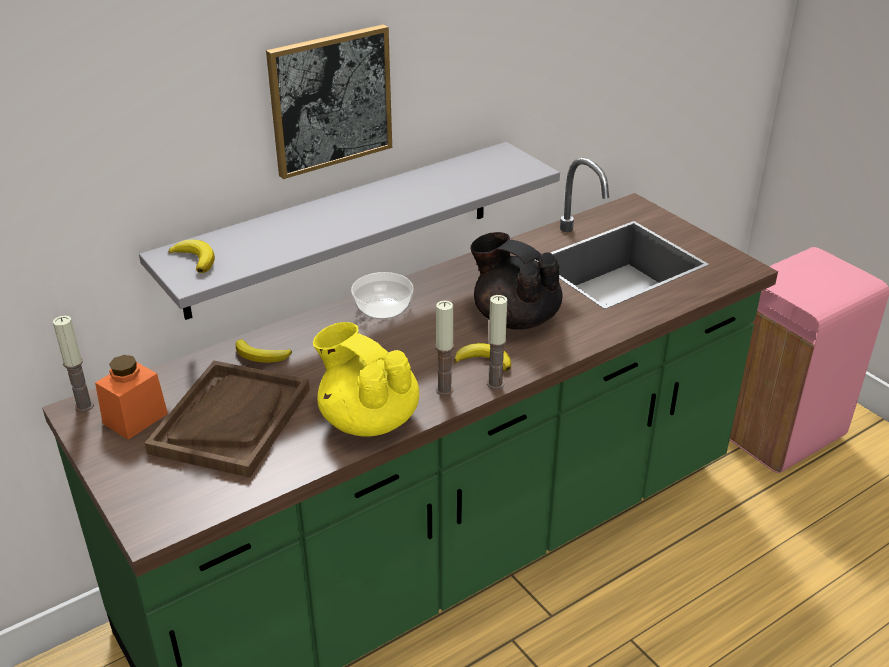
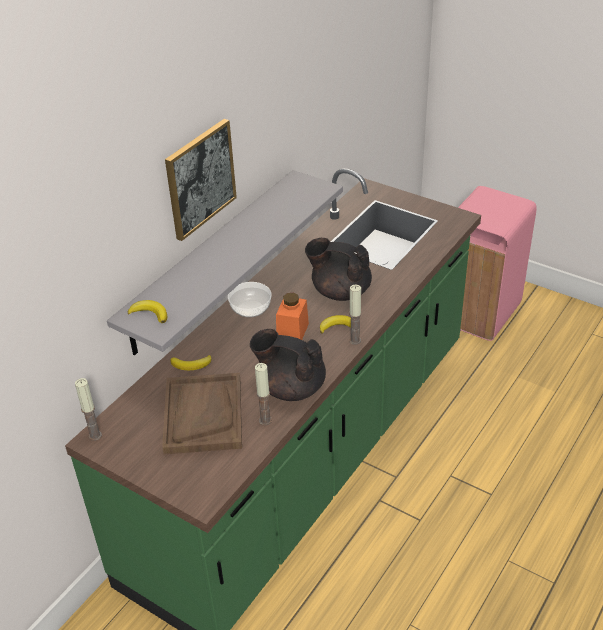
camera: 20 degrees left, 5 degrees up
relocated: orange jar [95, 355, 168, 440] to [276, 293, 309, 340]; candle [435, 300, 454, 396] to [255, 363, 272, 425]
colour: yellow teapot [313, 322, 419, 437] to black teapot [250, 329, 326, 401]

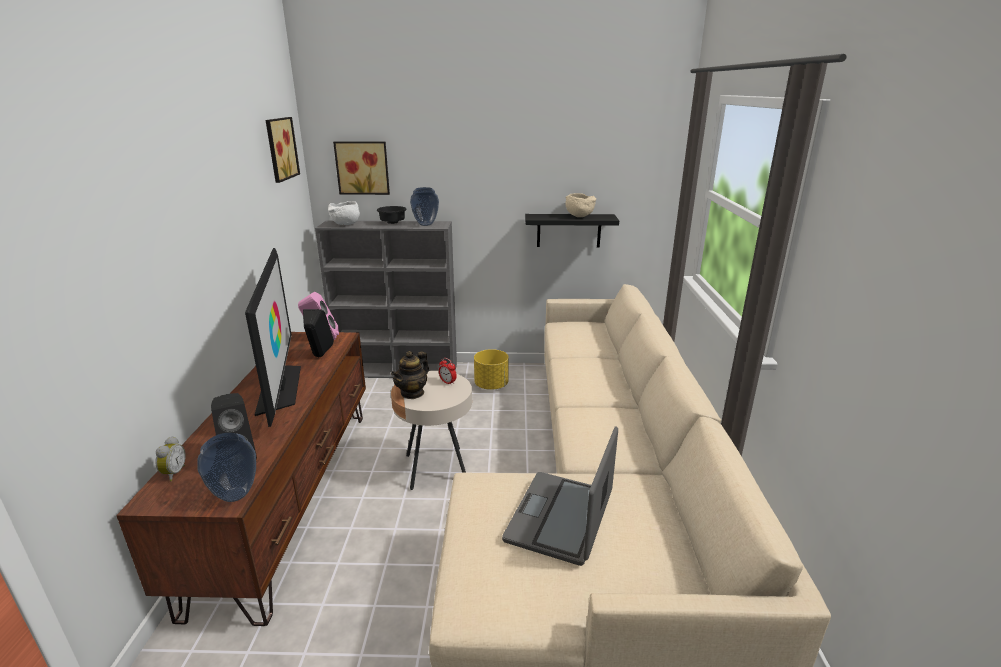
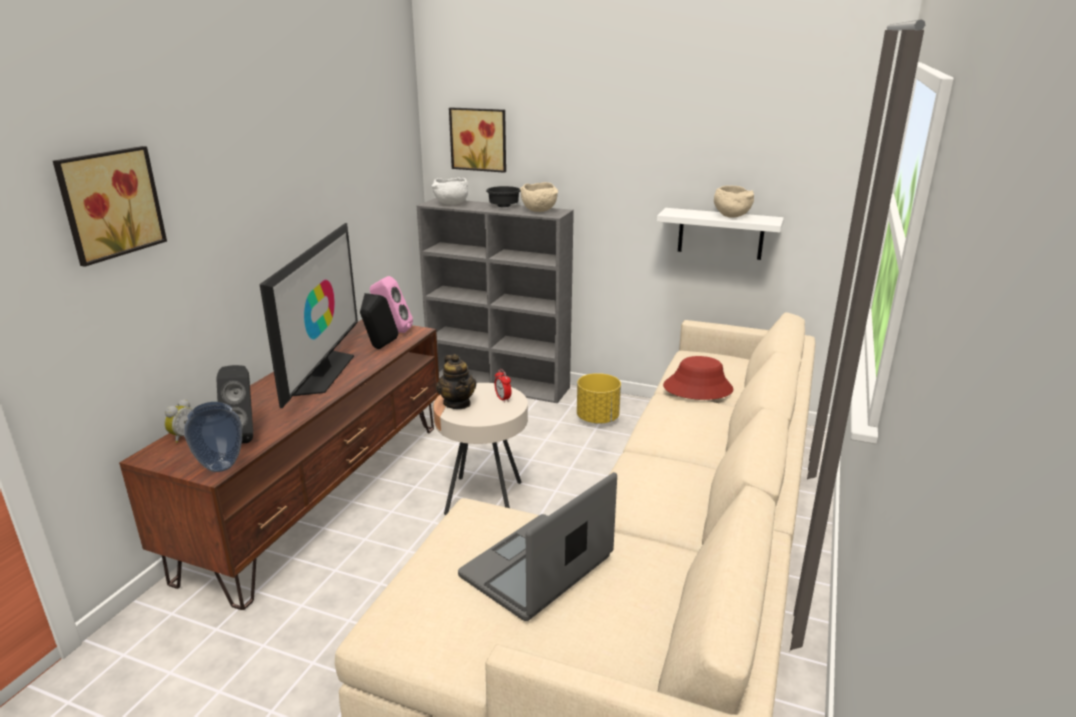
camera: 20 degrees right, 0 degrees up
appeared: red hat [663, 356, 733, 400]
relocated: picture [266, 117, 300, 183] to [53, 146, 167, 267]
exchanged: vase [410, 187, 439, 226] to beige bowl [520, 182, 558, 212]
colour: black shelf [525, 214, 619, 247] to white shelf [657, 208, 784, 260]
spun: teapot [391, 351, 429, 399] = [436, 354, 476, 409] 75 degrees counterclockwise

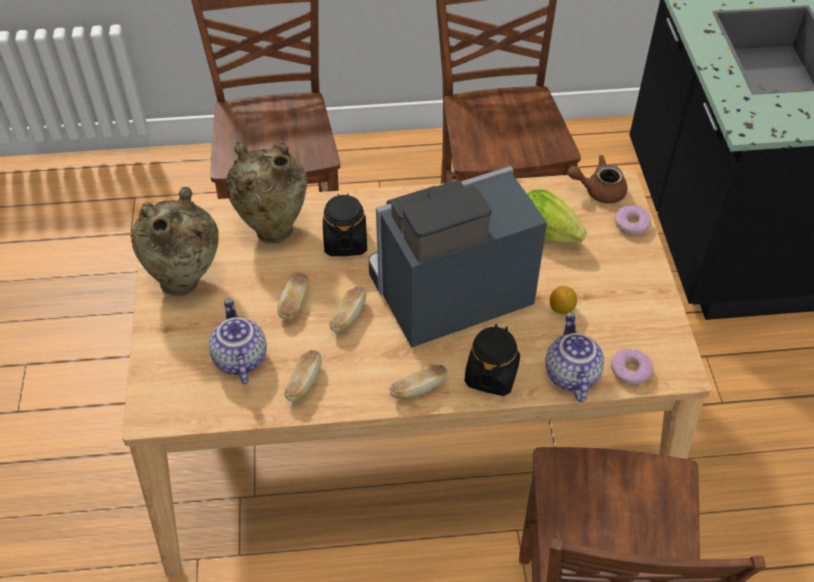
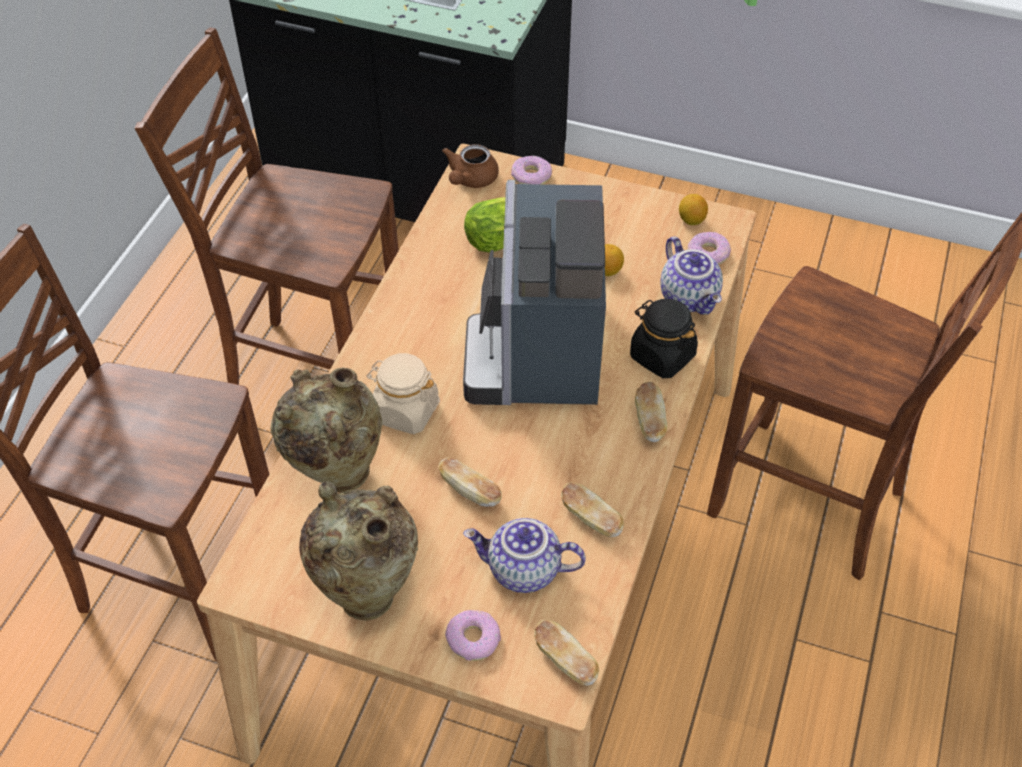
camera: 65 degrees left, 0 degrees up
appeared: donut [445, 610, 501, 661]; lemon [679, 194, 708, 225]
relocated: bread [329, 287, 366, 332] to [534, 619, 599, 686]
colour: black jar [323, 193, 367, 256] to beige jar [367, 353, 440, 434]
spun: teapot [545, 312, 604, 402] = [660, 236, 723, 315] 135 degrees counterclockwise

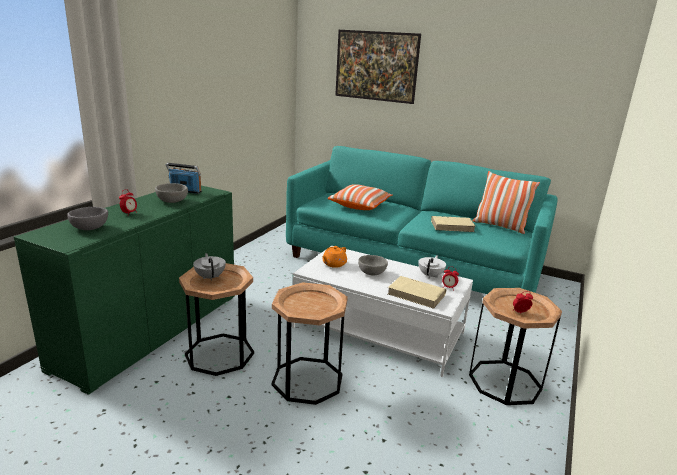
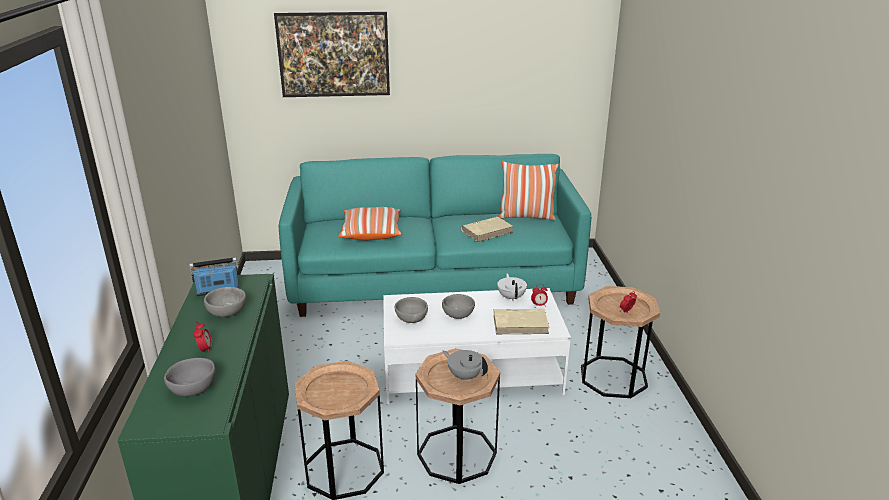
camera: 30 degrees left, 5 degrees up
relocated: grey teapot [193, 253, 226, 281] to [443, 350, 488, 381]
exchanged: orange teapot [322, 246, 347, 268] to grey bowl [395, 297, 428, 323]

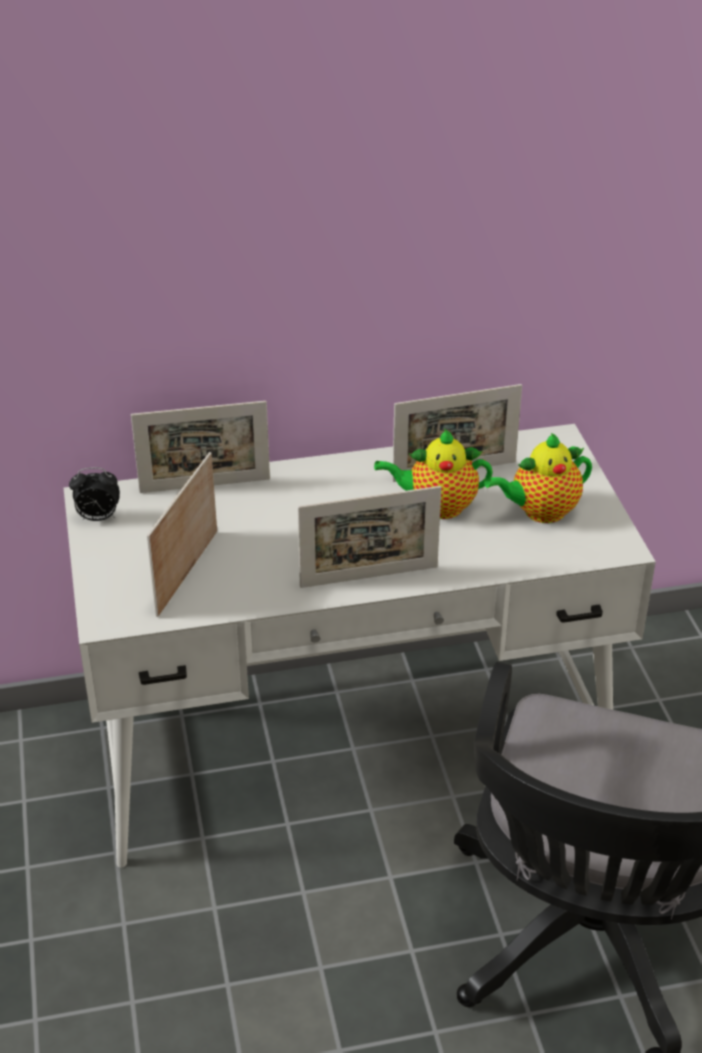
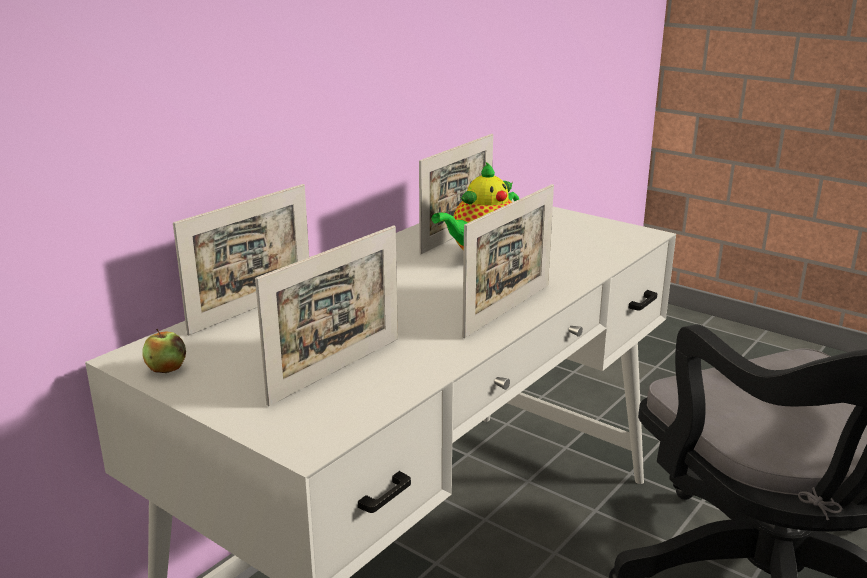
camera: 40 degrees left, 15 degrees down
missing: teapot [484, 433, 592, 523]
exchanged: alarm clock [69, 468, 120, 521] to apple [142, 329, 186, 373]
spun: picture frame [147, 452, 217, 617] = [255, 225, 398, 406] 120 degrees counterclockwise

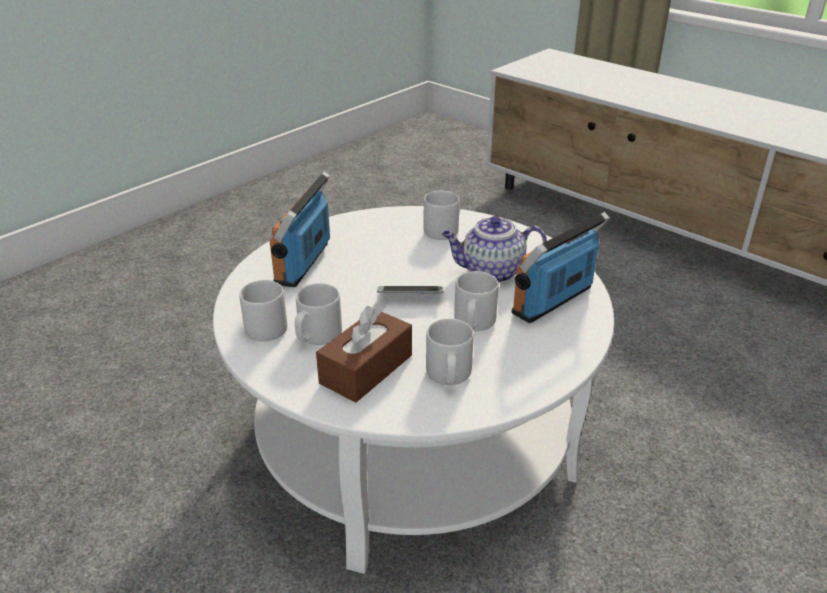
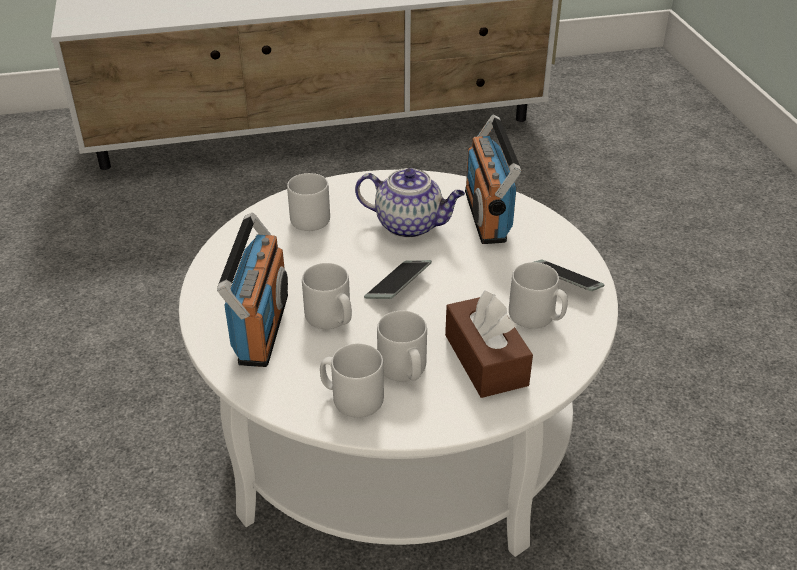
camera: 55 degrees left, 5 degrees up
appeared: phone [534, 259, 605, 291]
relocated: grey mug [454, 271, 499, 331] to [302, 263, 352, 329]
spun: radio [270, 172, 330, 287] = [217, 212, 288, 367] 135 degrees counterclockwise; teapot [442, 216, 547, 283] = [355, 168, 465, 238] 105 degrees counterclockwise

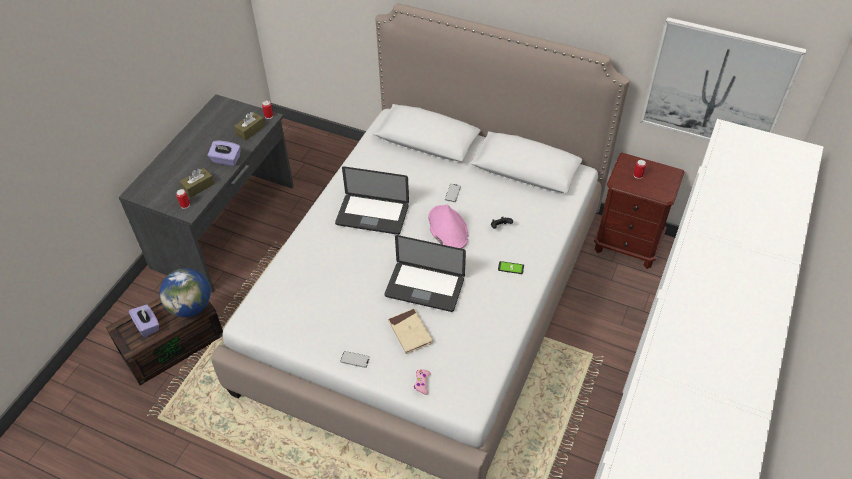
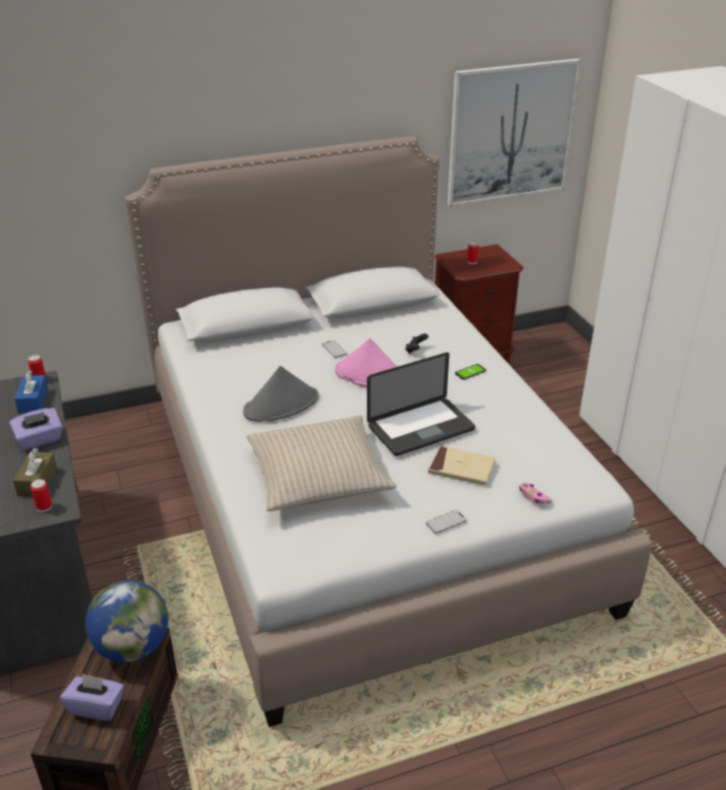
camera: 45 degrees left, 15 degrees down
appeared: beige pillow [246, 416, 396, 511]
exchanged: laptop [335, 166, 409, 235] to grey hat [243, 366, 319, 422]
colour: brown tissue box [234, 112, 265, 141] to blue tissue box [15, 370, 48, 413]

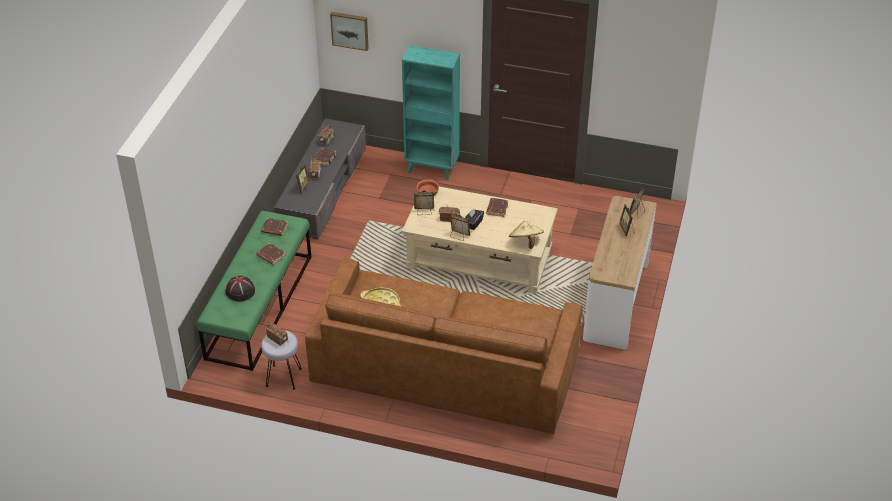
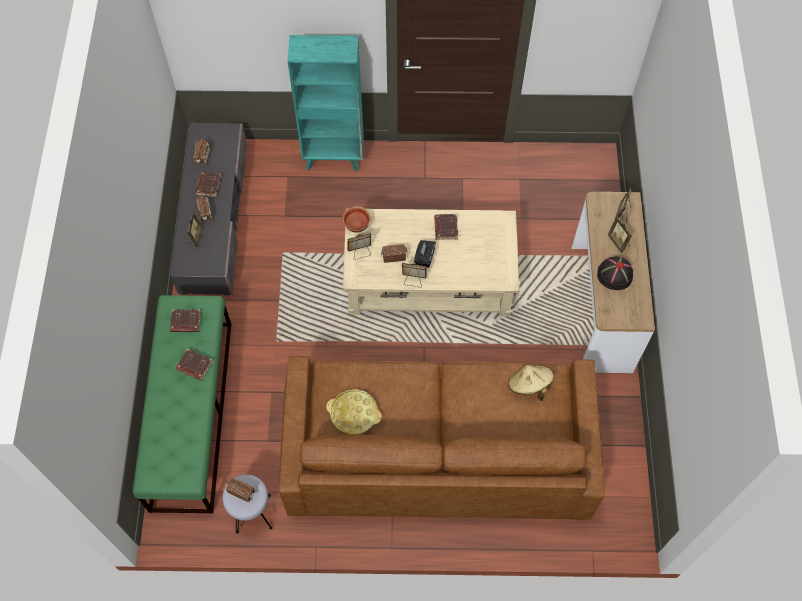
camera: 15 degrees left, 20 degrees up
missing: picture [330, 12, 369, 51]
relocated: black hat [225, 275, 255, 301] to [597, 256, 633, 290]; beige hat [509, 220, 544, 249] to [508, 365, 554, 401]

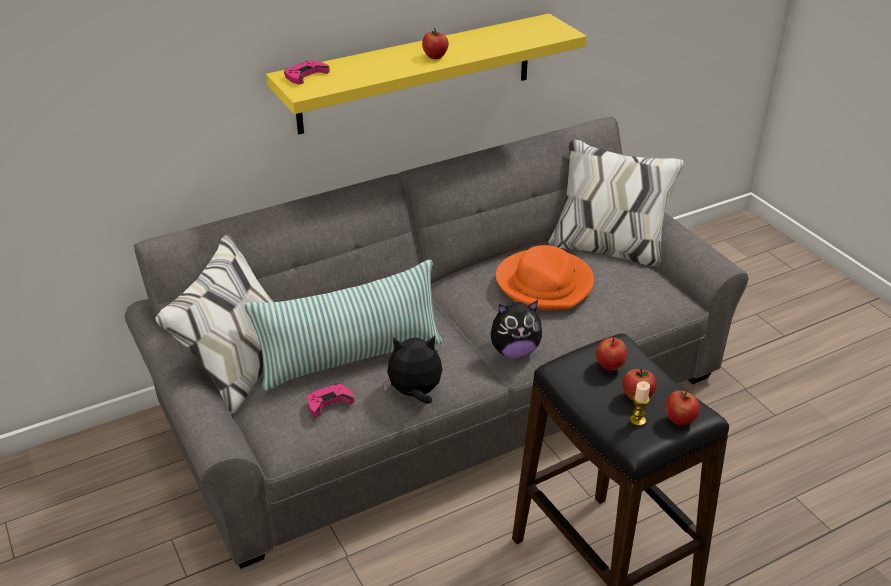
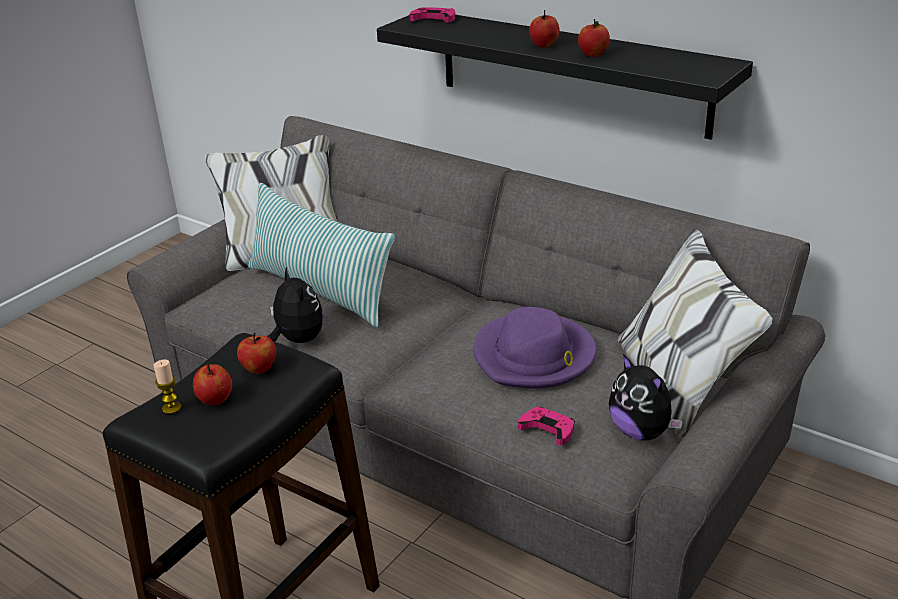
camera: 65 degrees right, 5 degrees down
relocated: pink game controller [307, 383, 354, 417] to [518, 407, 575, 445]; plush toy [491, 300, 542, 358] to [609, 354, 683, 440]; apple [665, 390, 700, 426] to [578, 19, 610, 57]
colour: yellow shelf [266, 14, 587, 134] to black shelf [377, 15, 753, 140]; orange hat [496, 245, 594, 310] to purple hat [473, 307, 597, 388]

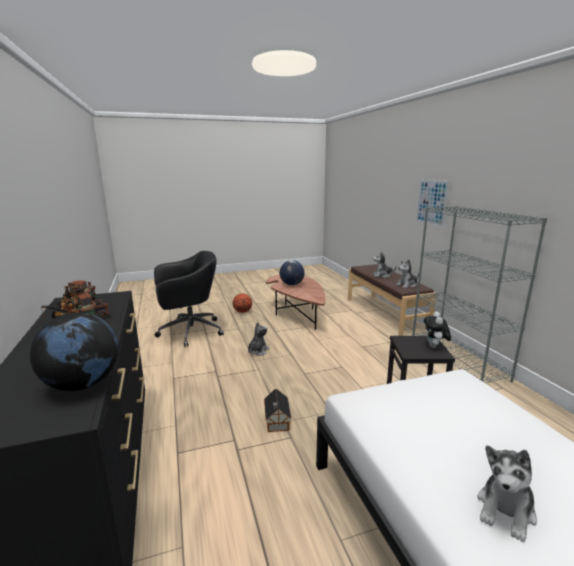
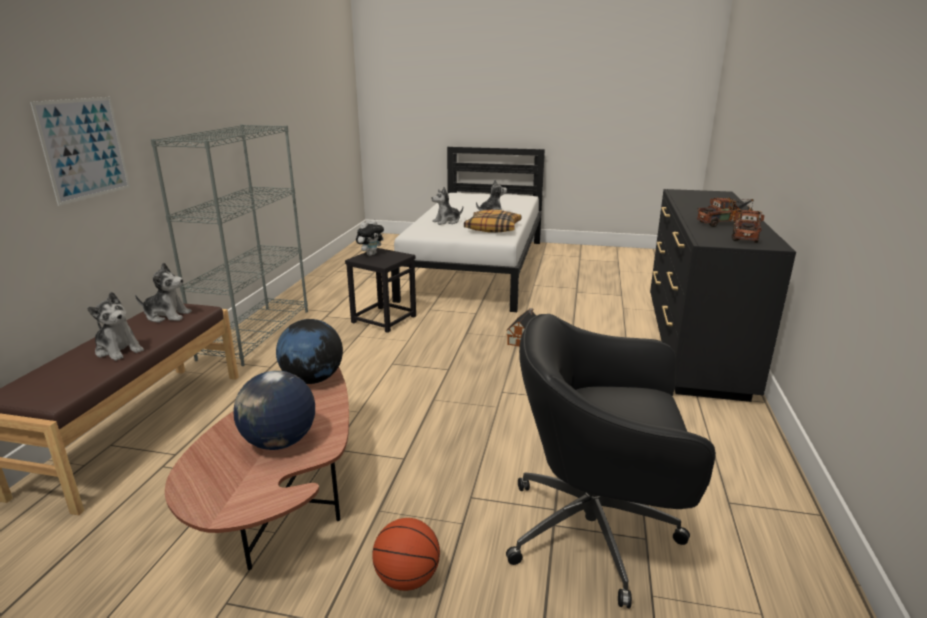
camera: 150 degrees left, 5 degrees up
appeared: pillow [464, 210, 521, 233]
relocated: globe [30, 312, 119, 391] to [276, 319, 343, 384]; plush toy [248, 322, 269, 356] to [432, 187, 463, 225]

